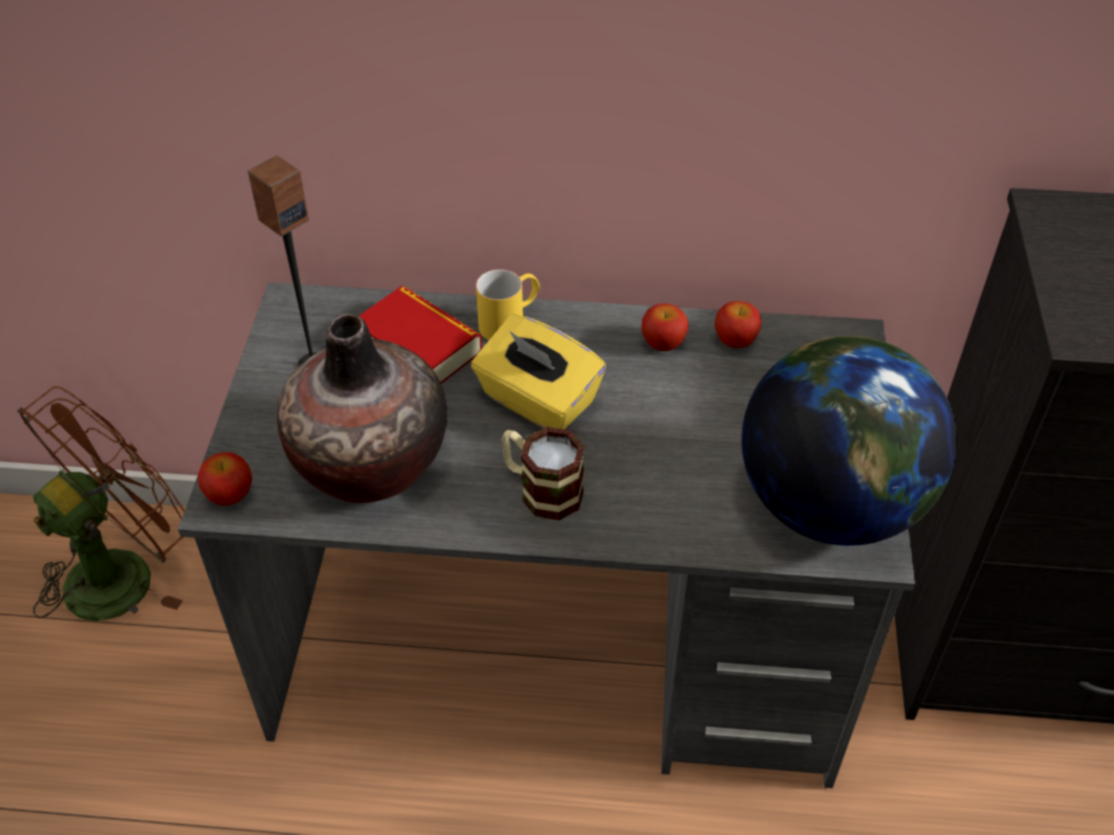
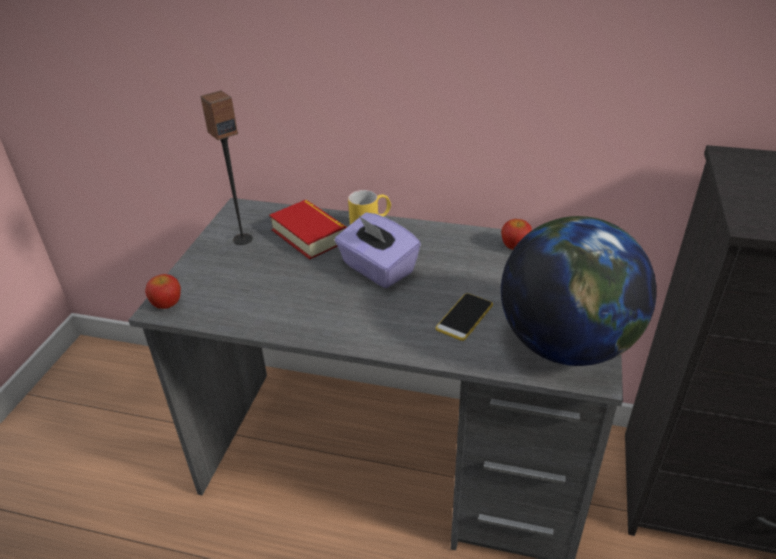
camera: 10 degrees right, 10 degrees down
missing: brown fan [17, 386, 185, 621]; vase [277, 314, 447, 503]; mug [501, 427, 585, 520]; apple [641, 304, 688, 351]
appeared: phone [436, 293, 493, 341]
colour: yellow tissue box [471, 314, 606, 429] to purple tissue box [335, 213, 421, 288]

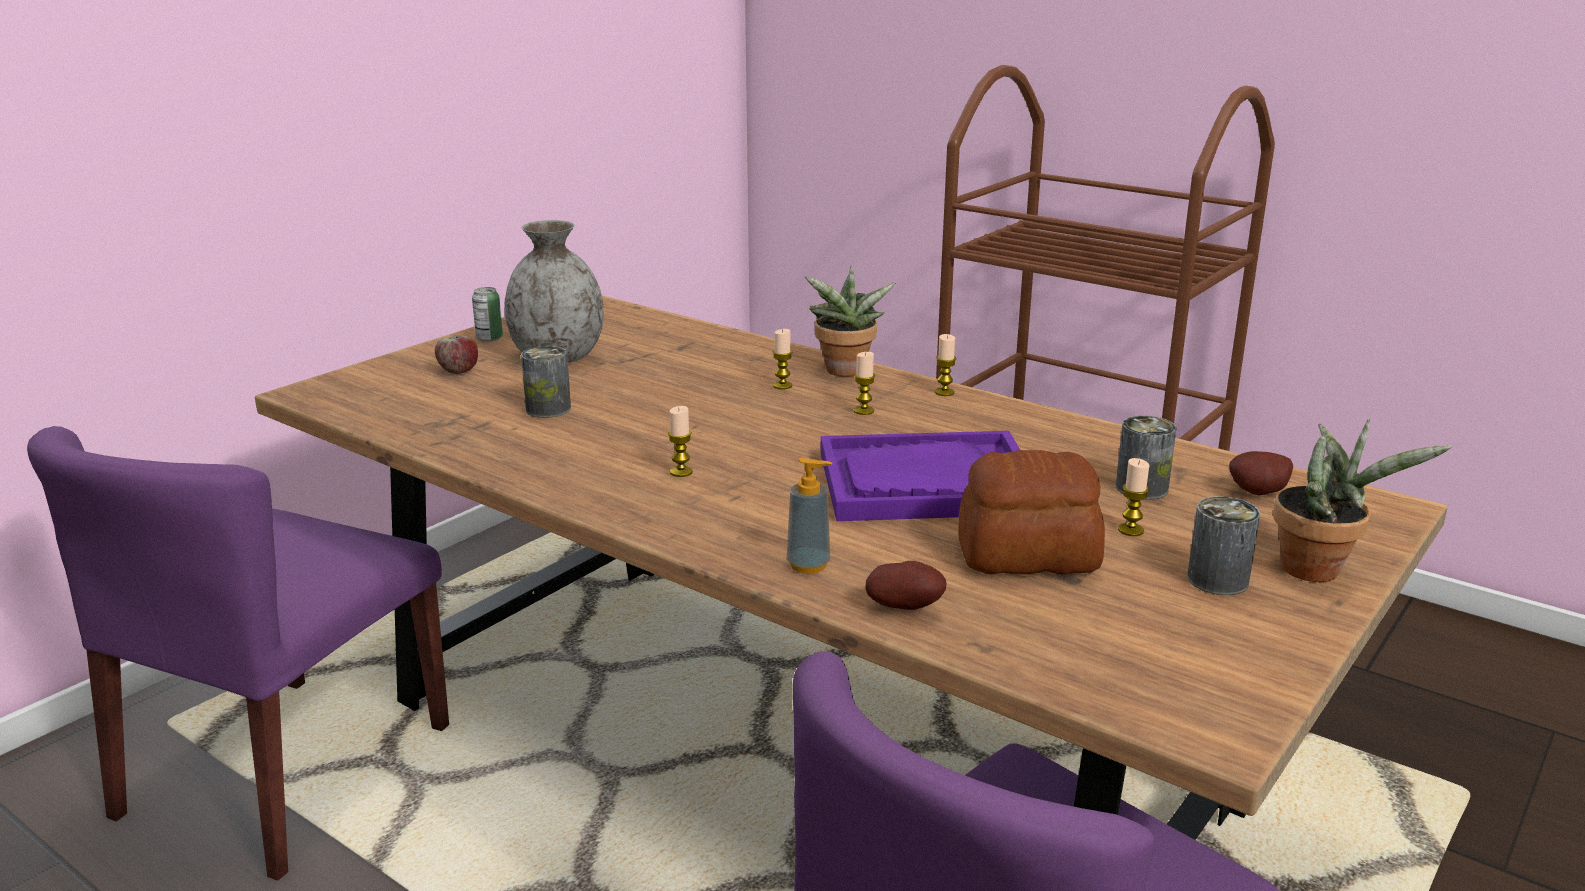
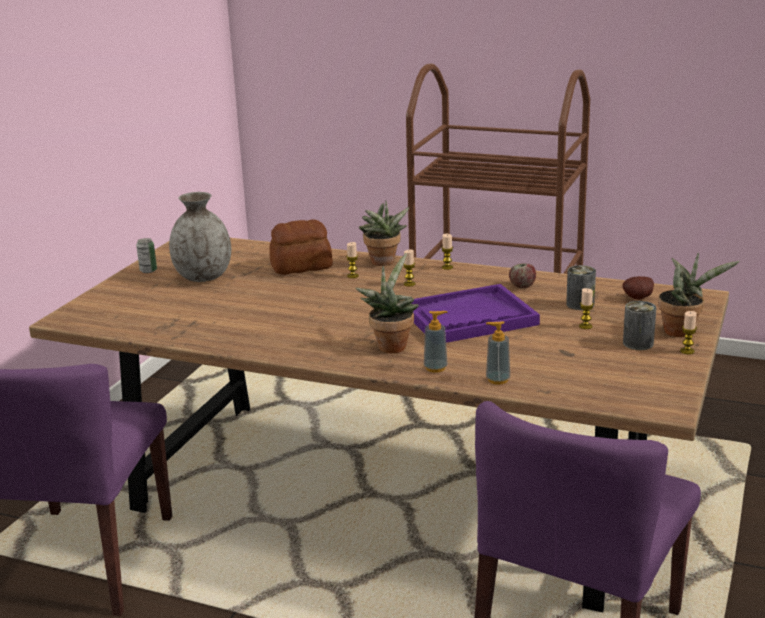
camera: 15 degrees left, 0 degrees up
missing: can [521, 346, 571, 418]
appeared: potted plant [355, 253, 419, 353]
relocated: apple [435, 335, 478, 374] to [509, 263, 536, 288]; candle [668, 406, 693, 477] to [680, 311, 697, 355]; bread [958, 450, 1105, 575] to [269, 219, 333, 275]
exchanged: potato [865, 561, 947, 610] to soap dispenser [486, 321, 510, 385]

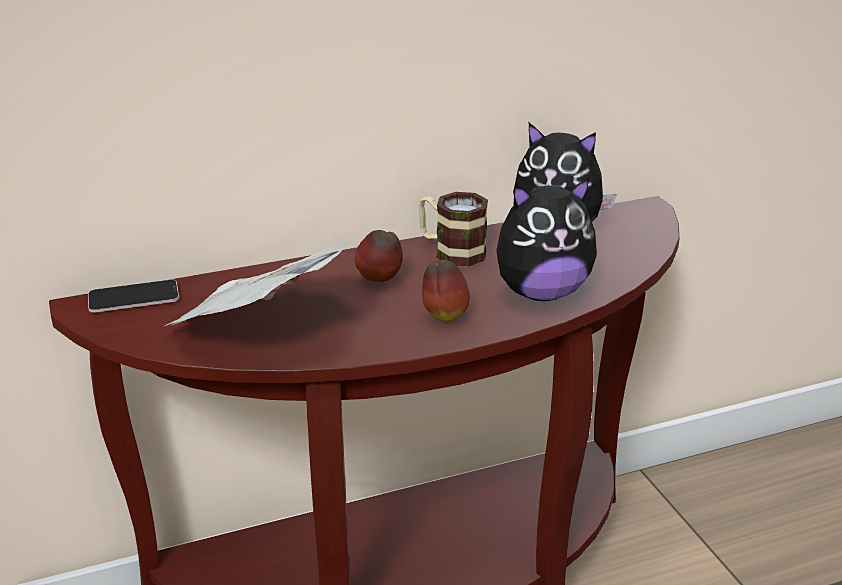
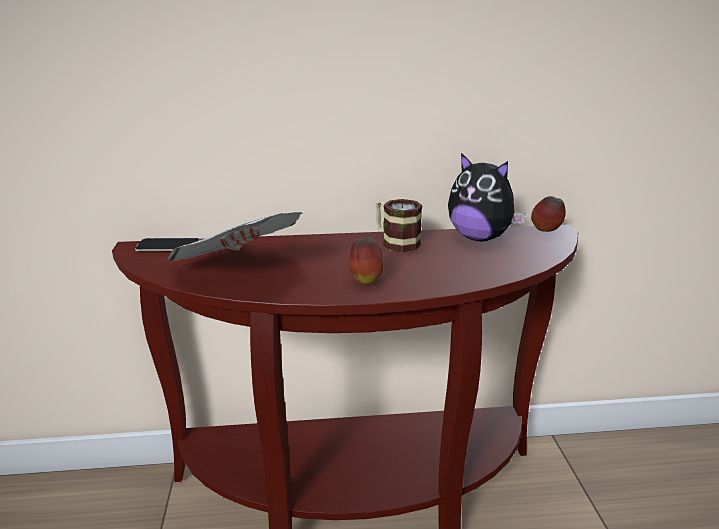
camera: 15 degrees right, 5 degrees down
missing: plush toy [496, 176, 597, 301]
relocated: apple [355, 230, 403, 283] to [531, 196, 566, 232]

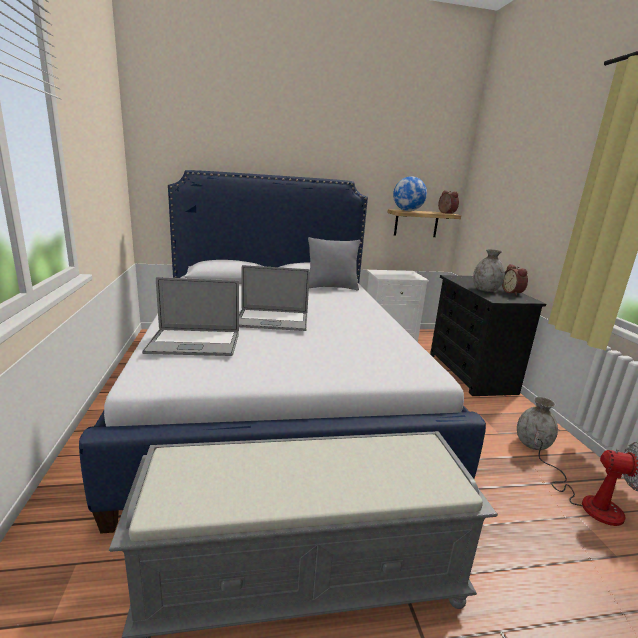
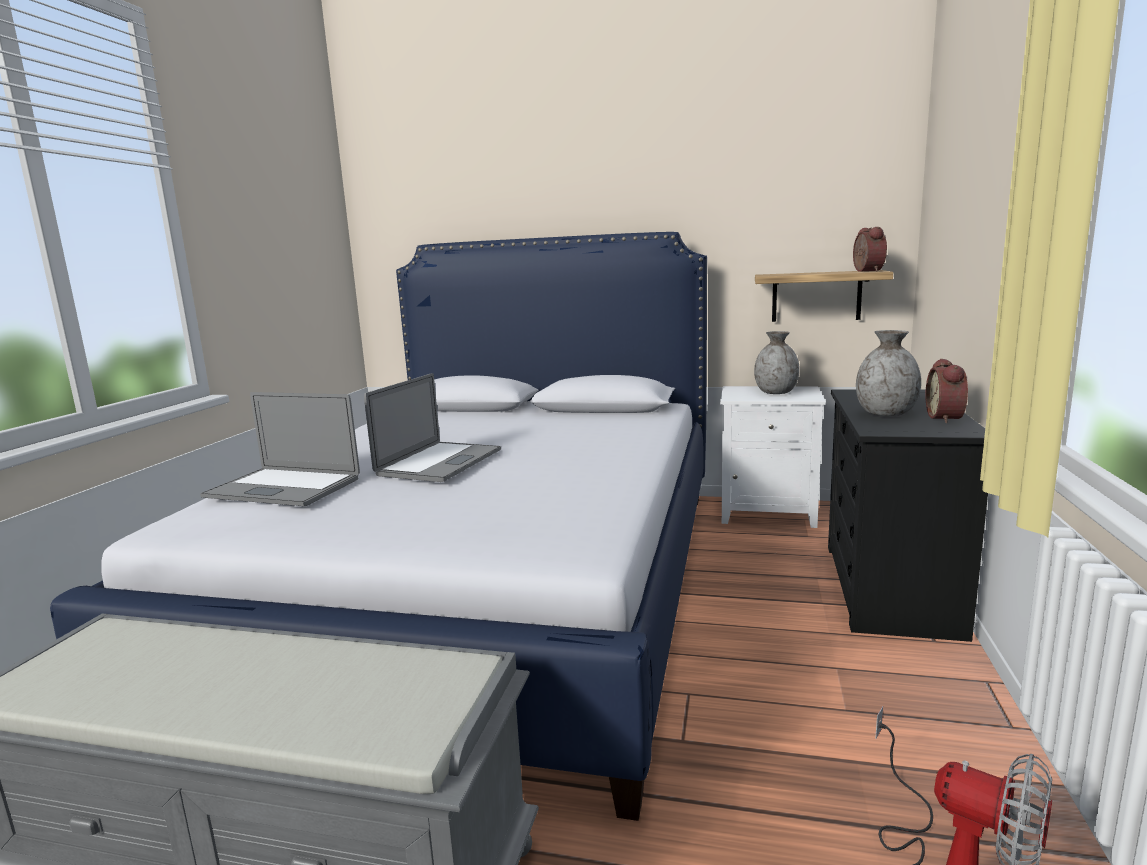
camera: 25 degrees right, 5 degrees down
missing: grey pillow [308, 237, 360, 290]; globe [393, 176, 427, 211]
relocated: grey vase [517, 397, 558, 450] to [754, 331, 800, 394]
spun: laptop [239, 265, 310, 331] = [364, 373, 501, 482] 90 degrees counterclockwise

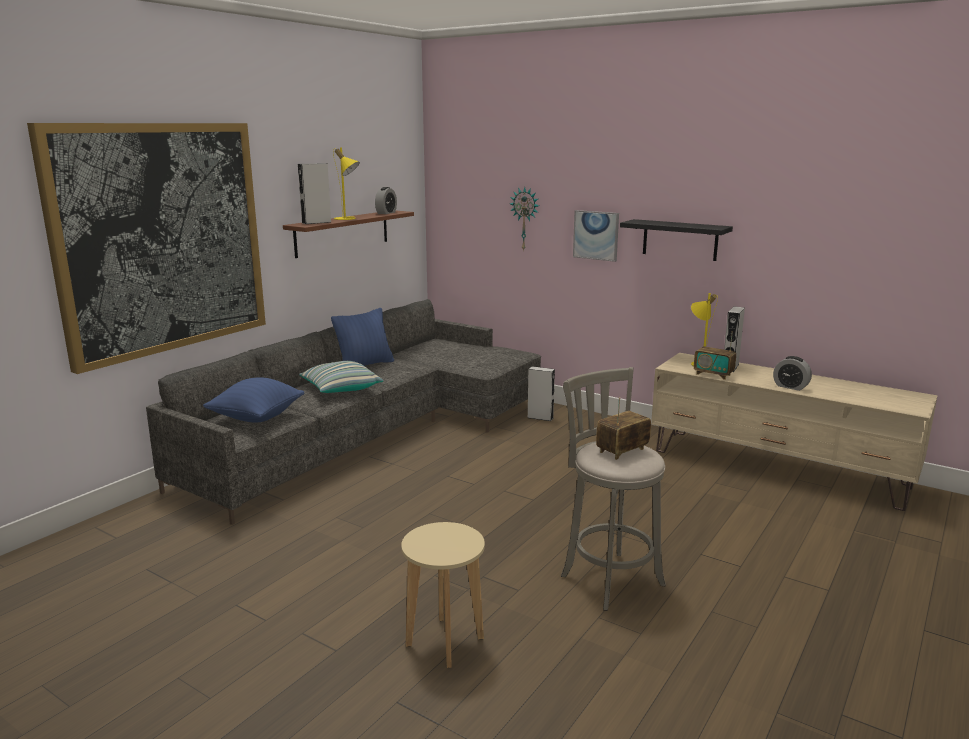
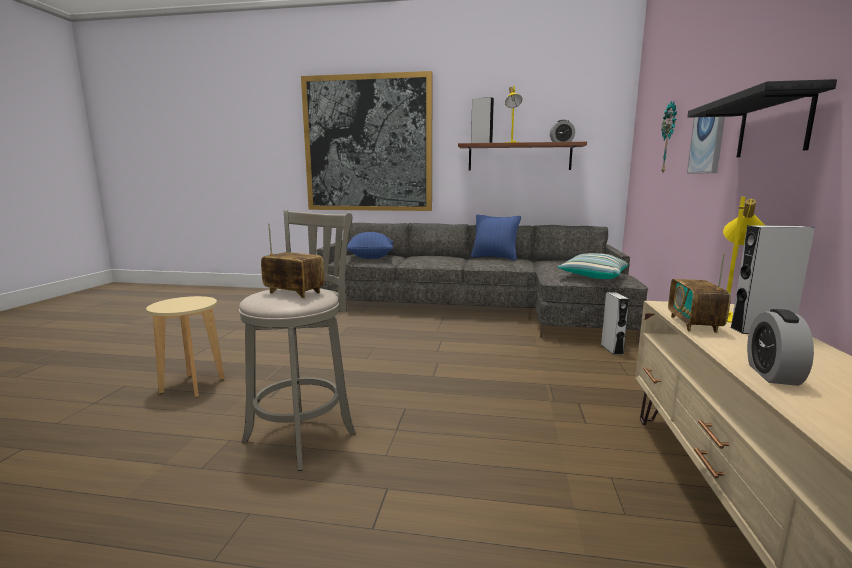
camera: 65 degrees right, 5 degrees down
relocated: pillow [299, 361, 383, 393] to [557, 253, 628, 279]

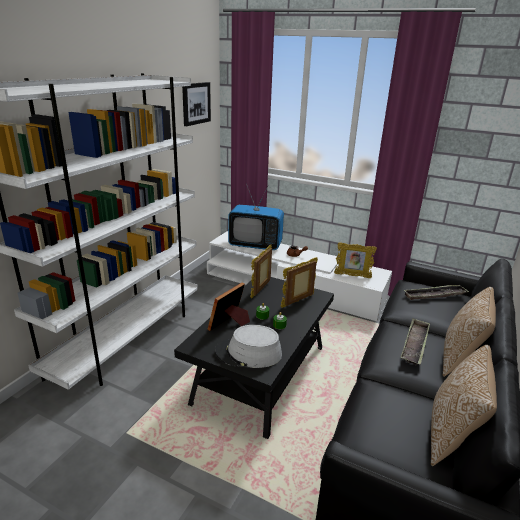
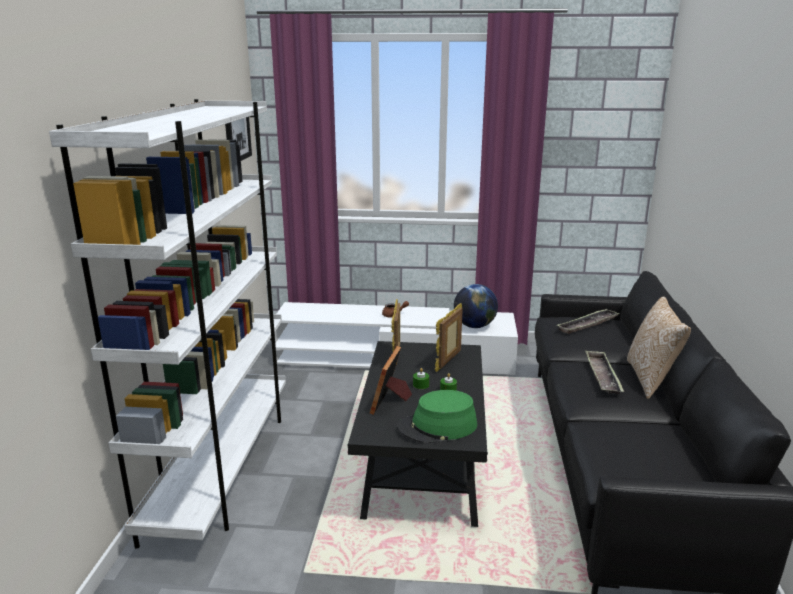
camera: 20 degrees left, 5 degrees down
missing: television [228, 184, 284, 250]; pillow [431, 345, 497, 466]
exchanged: picture frame [334, 243, 377, 278] to globe [454, 284, 498, 328]
colour: grey hat [215, 325, 282, 368] to green hat [397, 390, 477, 444]

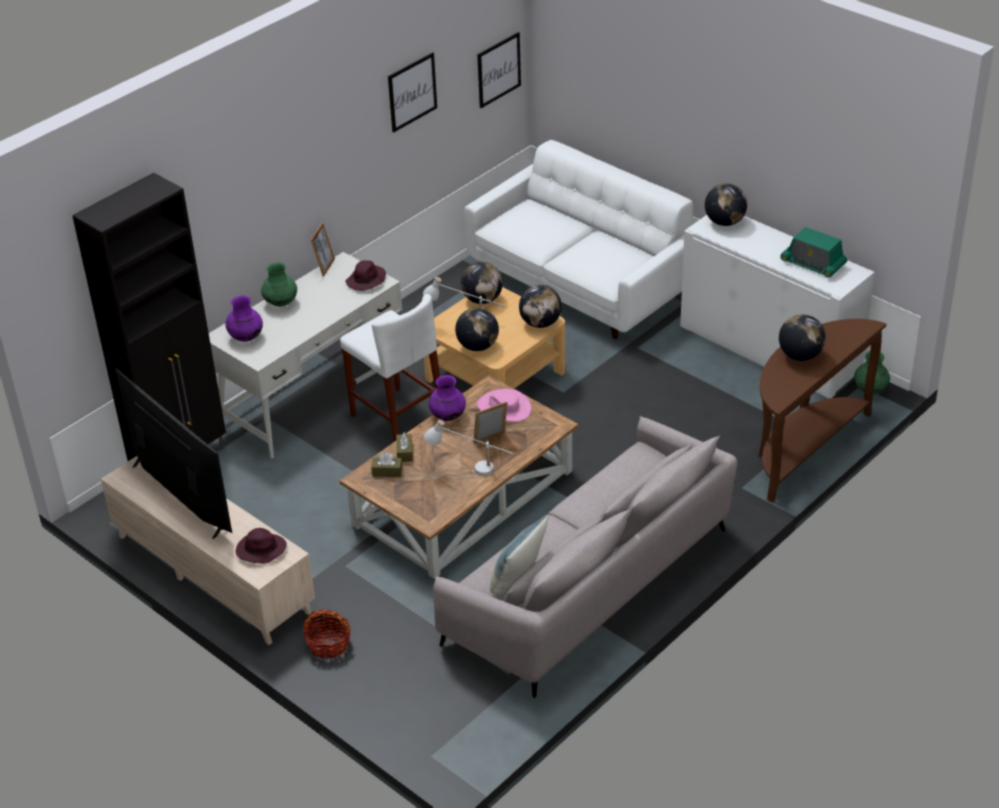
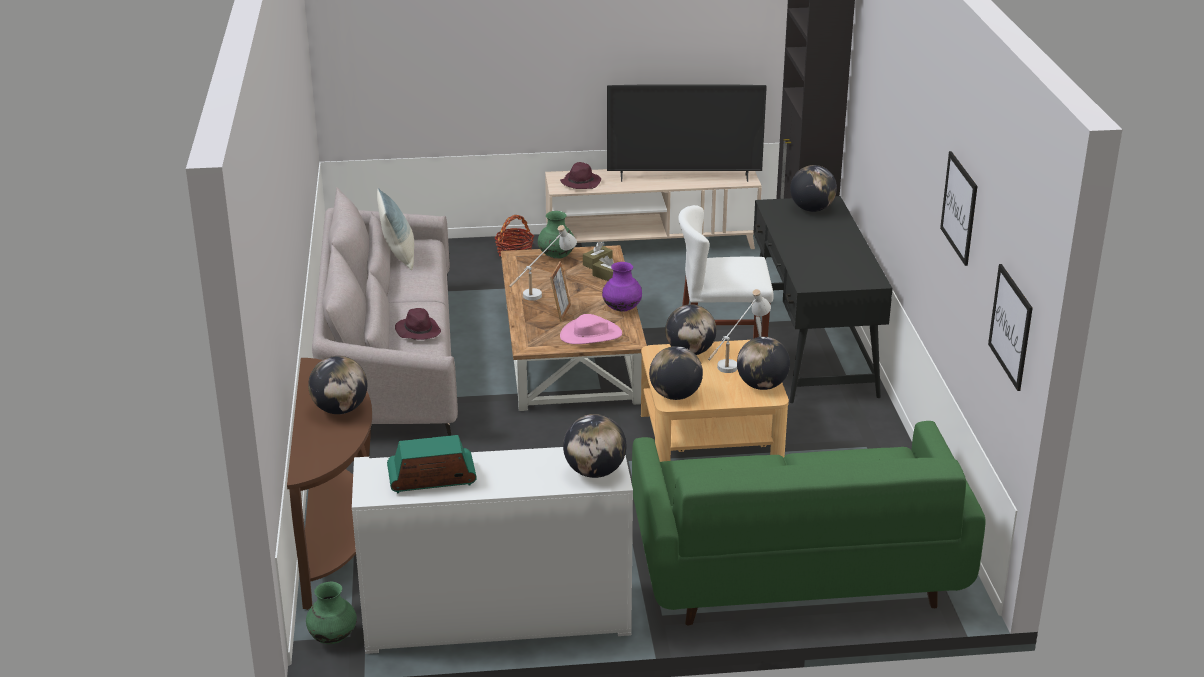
camera: 130 degrees right, 10 degrees down
missing: picture frame [311, 222, 335, 277]
relocated: green vase [261, 262, 297, 307] to [538, 211, 574, 259]; purple hat [345, 260, 386, 291] to [395, 308, 441, 340]
exchanged: purple vase [226, 295, 263, 342] to globe [790, 165, 837, 212]
colour: white desk [209, 252, 406, 458] to black desk [751, 196, 893, 403]; white sofa [464, 140, 693, 339] to green sofa [632, 421, 986, 625]

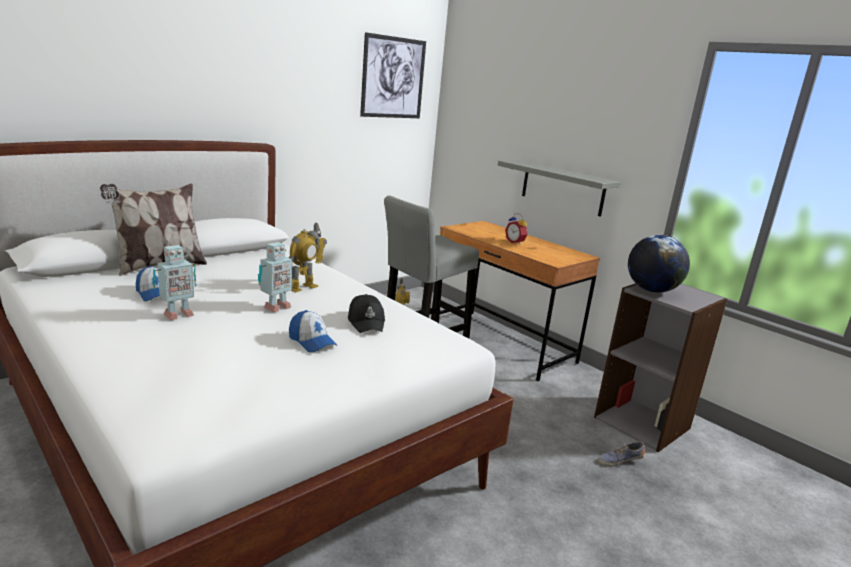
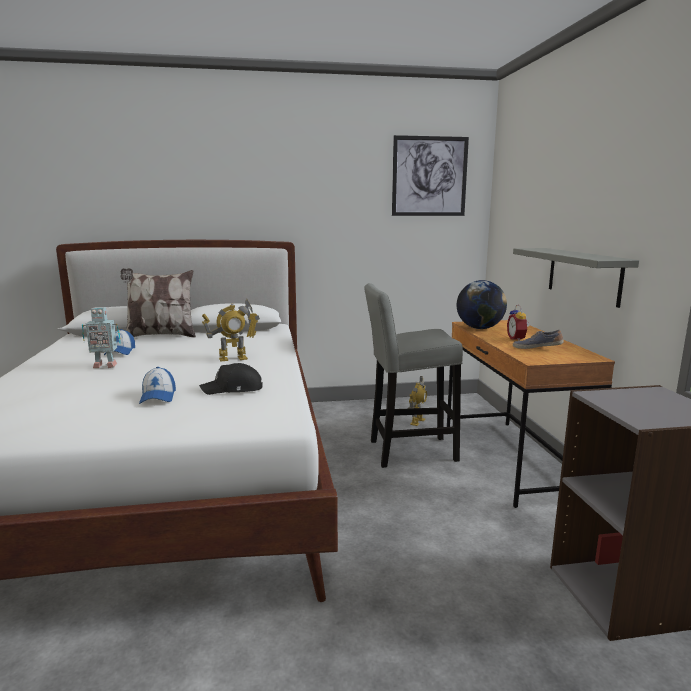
camera: 35 degrees right, 5 degrees down
missing: toy robot [258, 242, 293, 312]
relocated: shoe [598, 441, 645, 467] to [513, 330, 564, 349]; globe [628, 235, 690, 293] to [457, 280, 507, 329]
spun: black cap [348, 294, 385, 333] = [199, 363, 263, 395] 60 degrees clockwise

